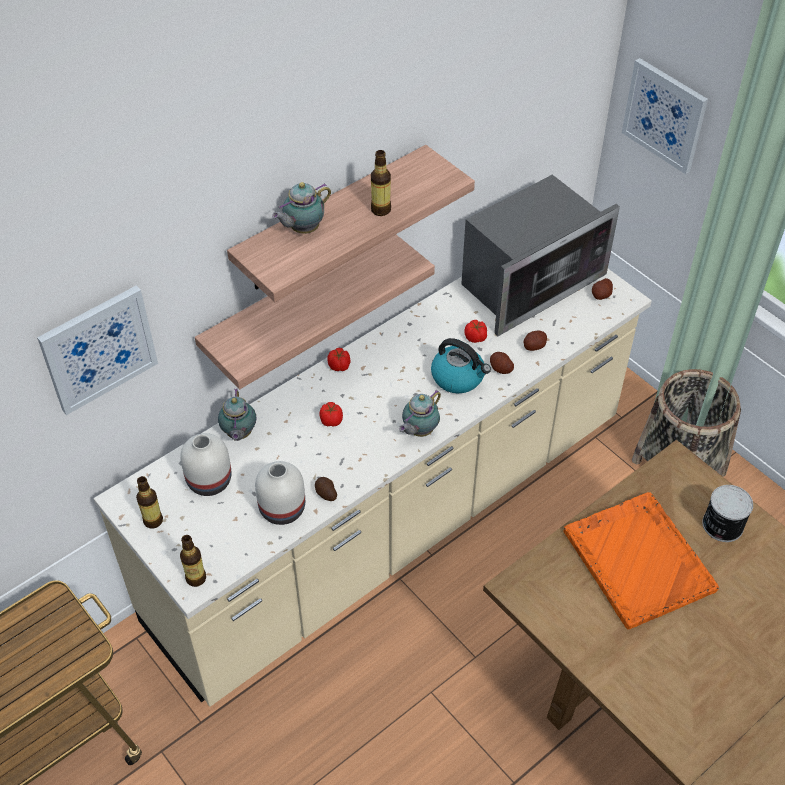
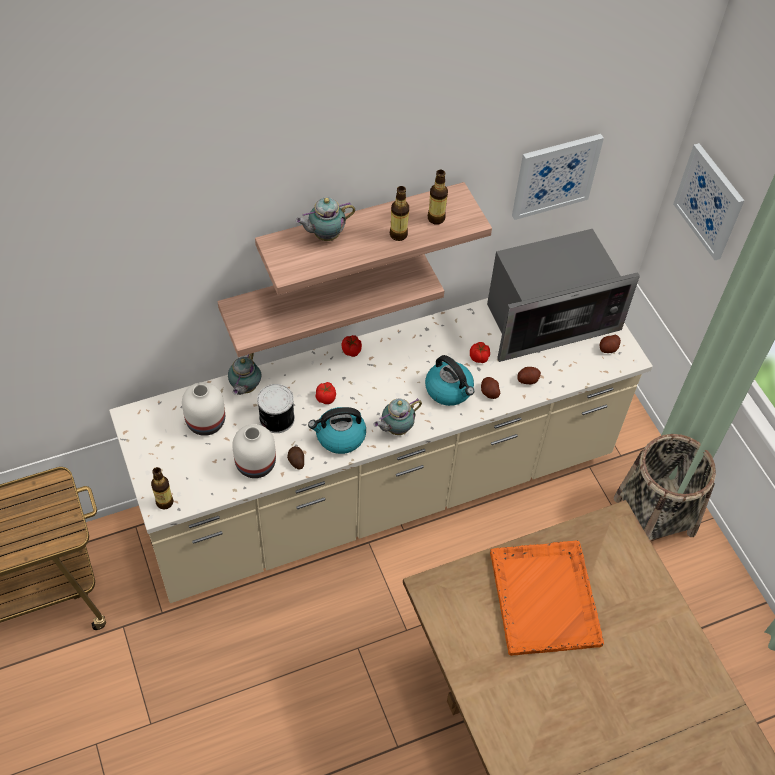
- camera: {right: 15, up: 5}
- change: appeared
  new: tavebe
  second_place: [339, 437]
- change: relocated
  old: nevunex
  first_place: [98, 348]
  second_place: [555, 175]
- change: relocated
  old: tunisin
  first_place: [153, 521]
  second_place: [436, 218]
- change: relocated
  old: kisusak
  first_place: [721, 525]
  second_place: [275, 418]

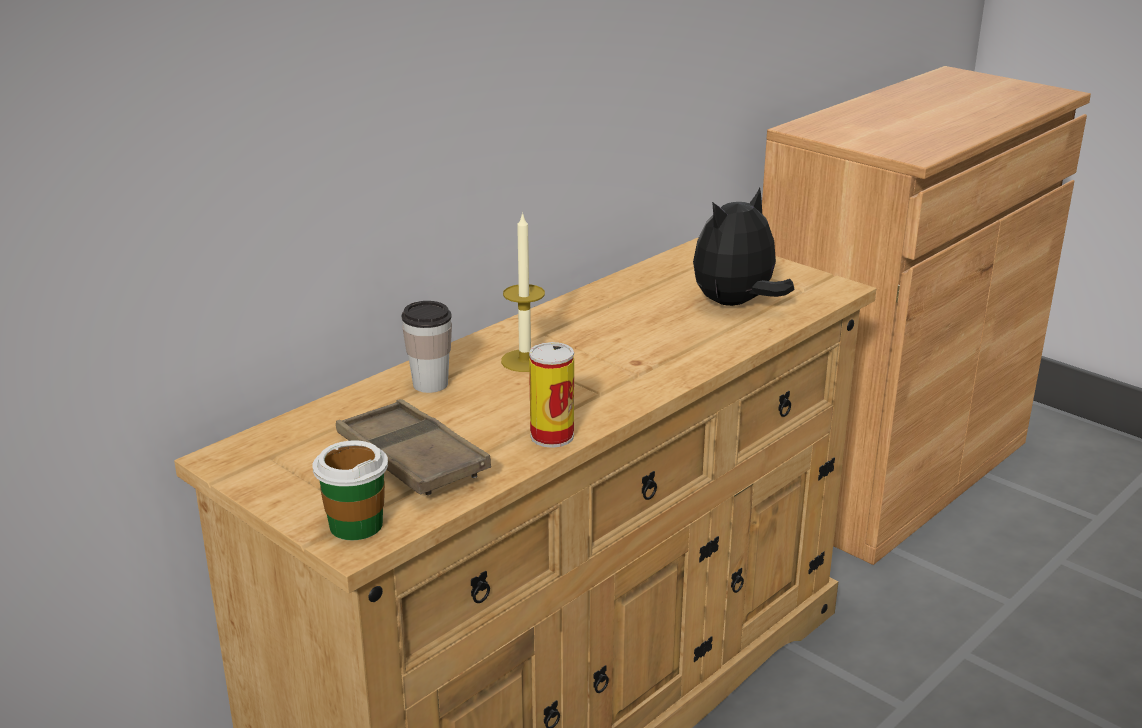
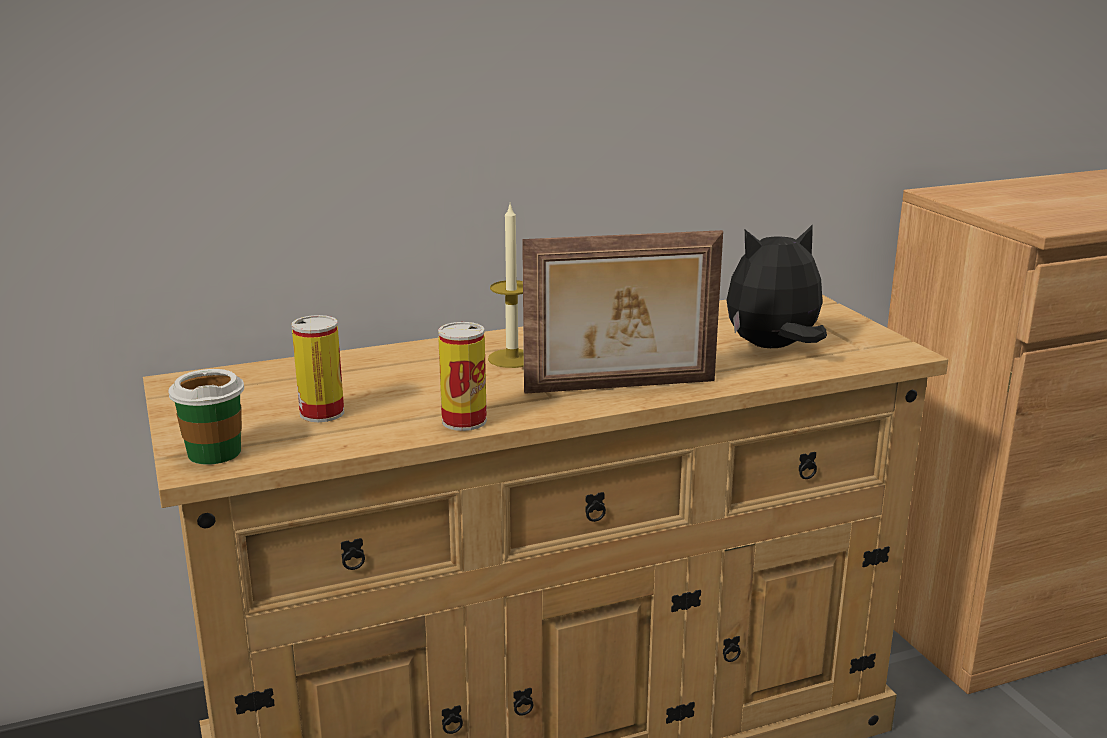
- camera: {right: 25, up: -5}
- change: missing
  old: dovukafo
  first_place: [430, 384]
- change: appeared
  new: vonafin
  second_place: [621, 387]
- change: exchanged
  old: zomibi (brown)
  new: kisusak
  first_place: [411, 458]
  second_place: [322, 413]

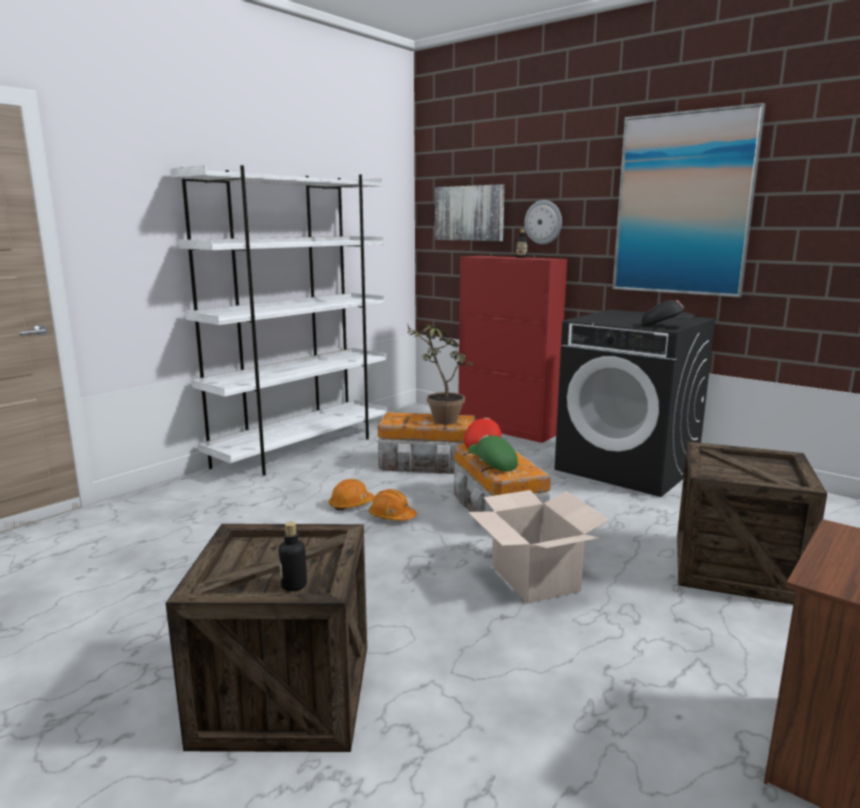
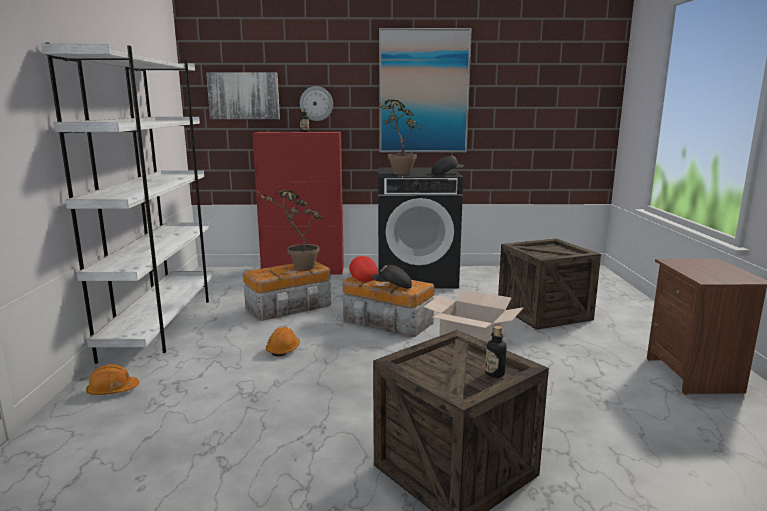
- camera: {right: -40, up: 0}
- change: appeared
  new: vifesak
  second_place: [398, 173]
- change: relocated
  old: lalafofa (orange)
  first_place: [391, 516]
  second_place: [112, 390]
- change: colour
  old: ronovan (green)
  new: ronovan (black)
  first_place: [492, 464]
  second_place: [392, 286]

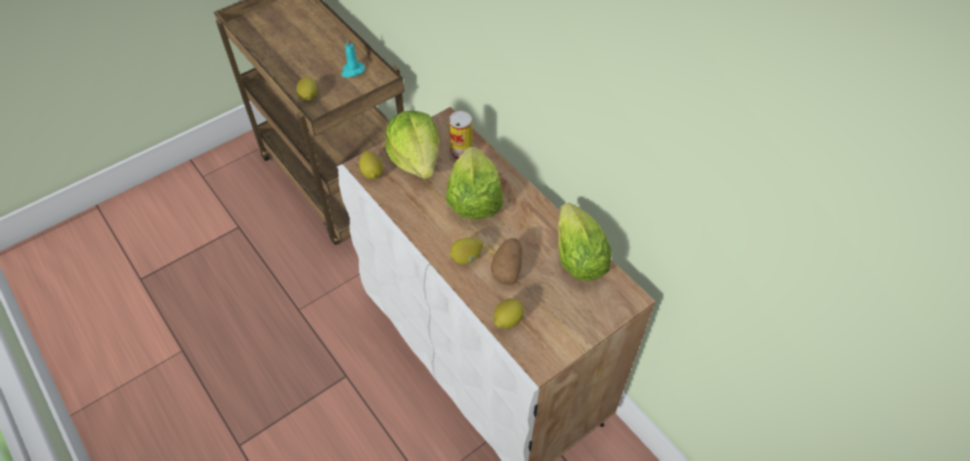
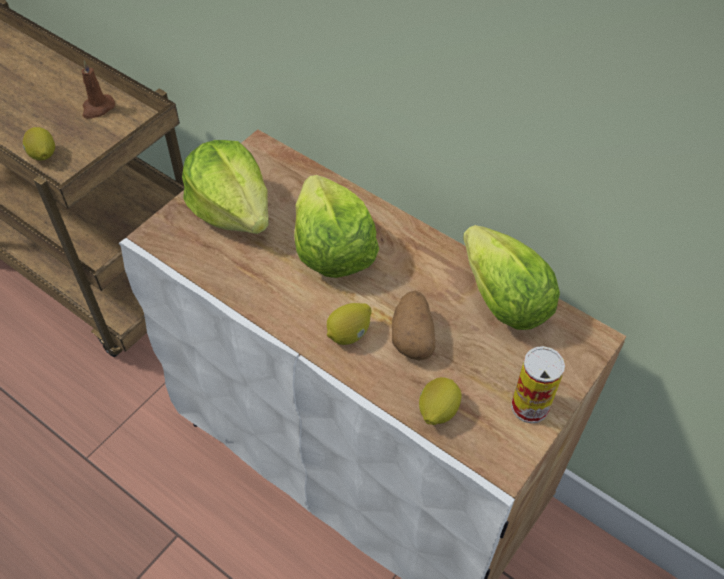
- camera: {right: -15, up: 0}
- change: missing
  old: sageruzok
  first_place: [372, 173]
- change: relocated
  old: kisusak
  first_place: [461, 152]
  second_place: [529, 406]
- change: colour
  old: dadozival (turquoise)
  new: dadozival (brown)
  first_place: [352, 71]
  second_place: [97, 108]

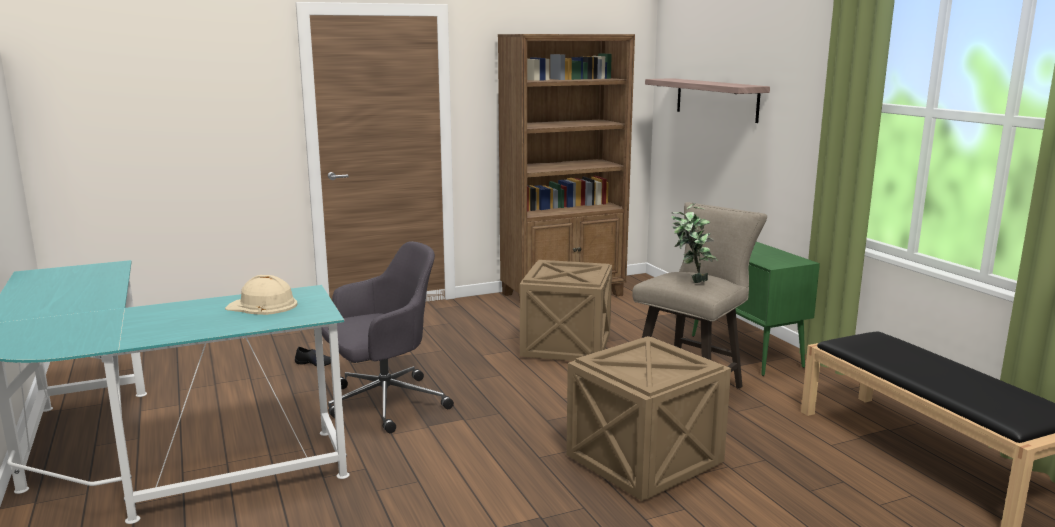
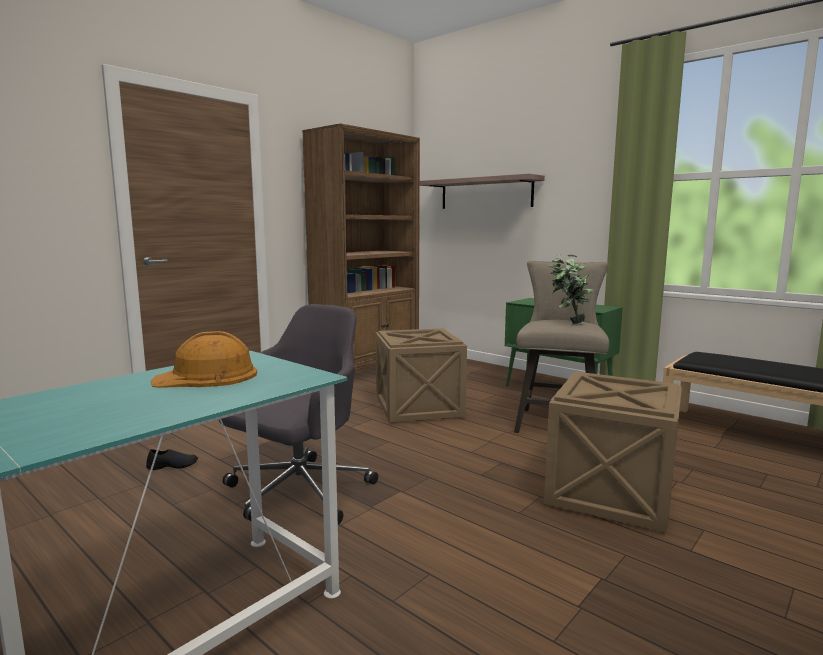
- camera: {right: -25, up: -5}
- change: colour
  old: lalafofa (beige)
  new: lalafofa (orange)
  first_place: [263, 305]
  second_place: [207, 376]

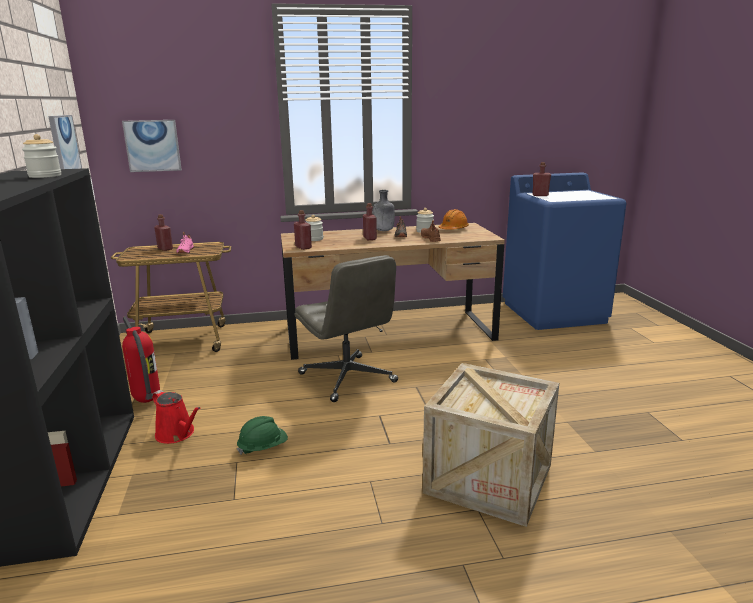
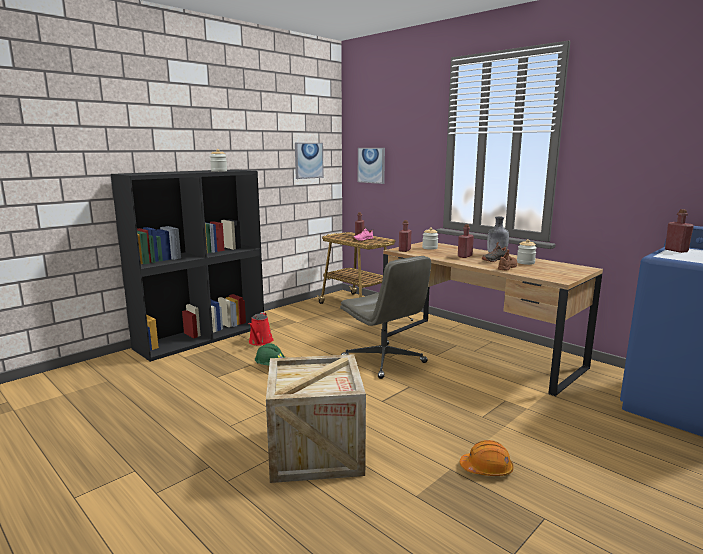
- camera: {right: 55, up: -5}
- change: missing
  old: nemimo
  first_place: [146, 401]
- change: relocated
  old: lalafofa (orange)
  first_place: [453, 229]
  second_place: [486, 468]
- change: spun
  old: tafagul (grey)
  first_place: [348, 378]
  second_place: [384, 361]
  degrees: -60

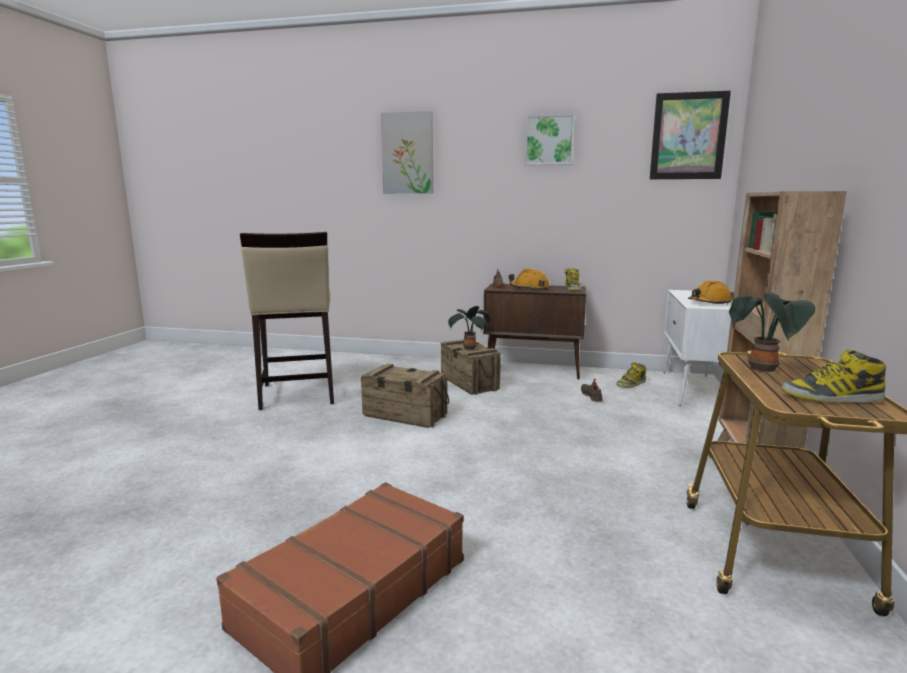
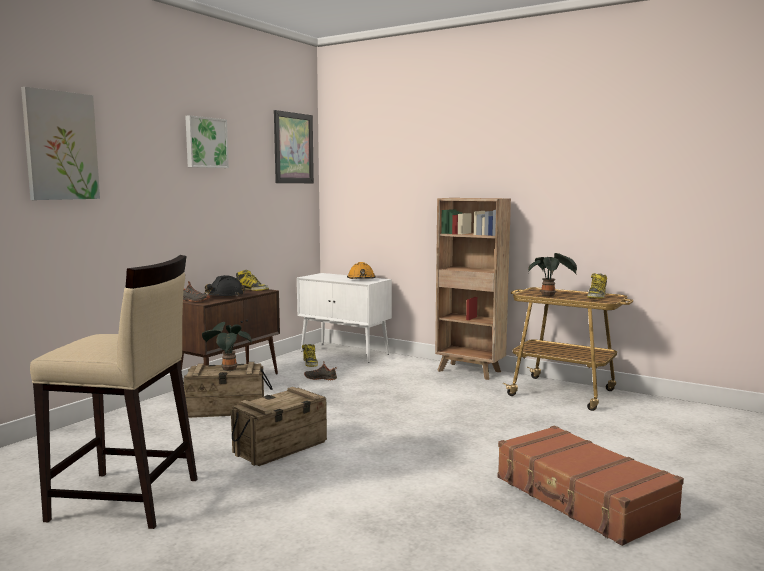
- camera: {right: -70, up: -5}
- change: colour
  old: lalafofa (orange)
  new: lalafofa (black)
  first_place: [529, 288]
  second_place: [224, 296]

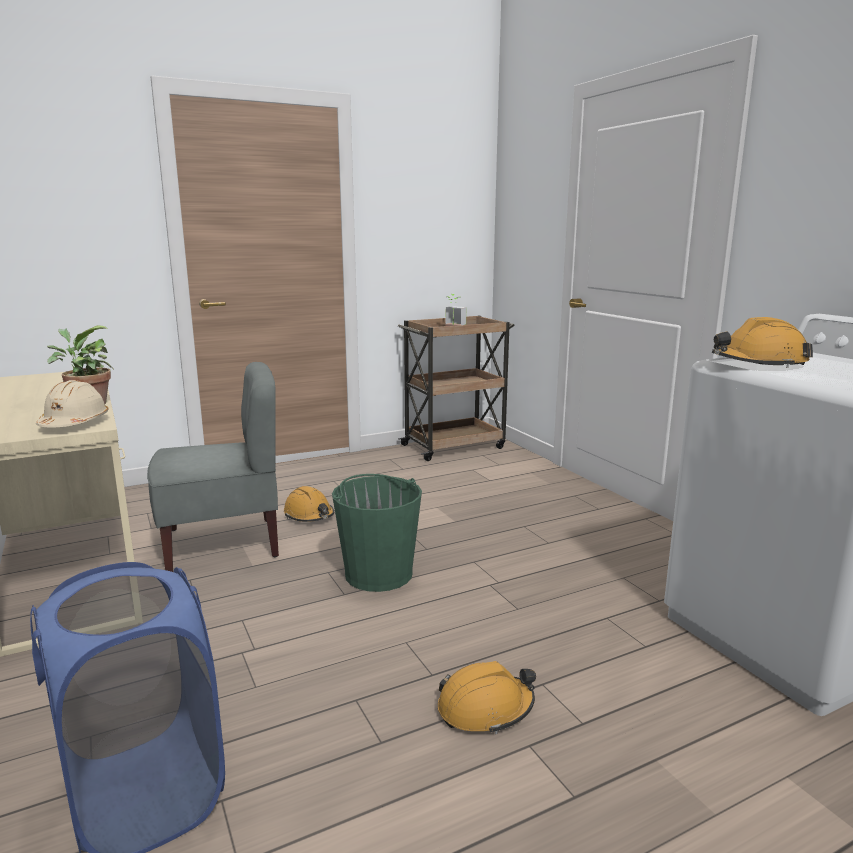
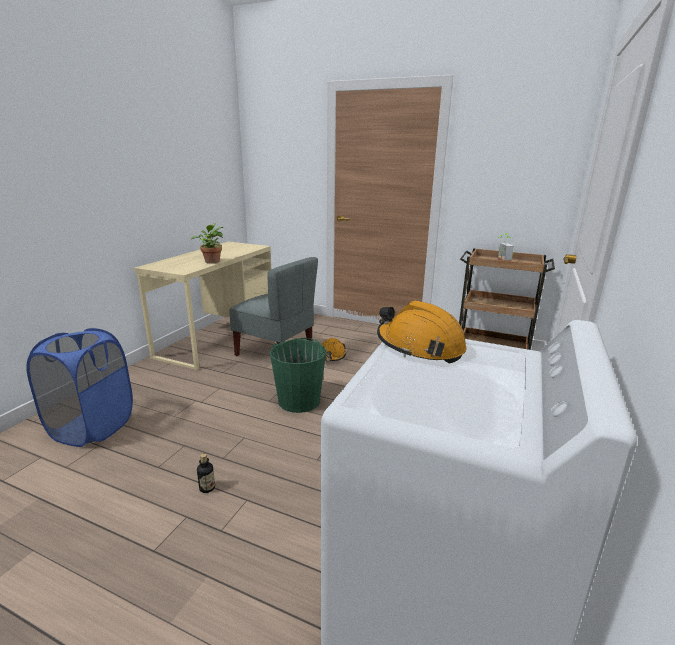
- camera: {right: 50, up: 5}
- change: missing
  old: lalafofa (beige)
  first_place: [74, 423]
- change: exchanged
  old: lalafofa (orange)
  new: tunisin
  first_place: [485, 708]
  second_place: [207, 488]

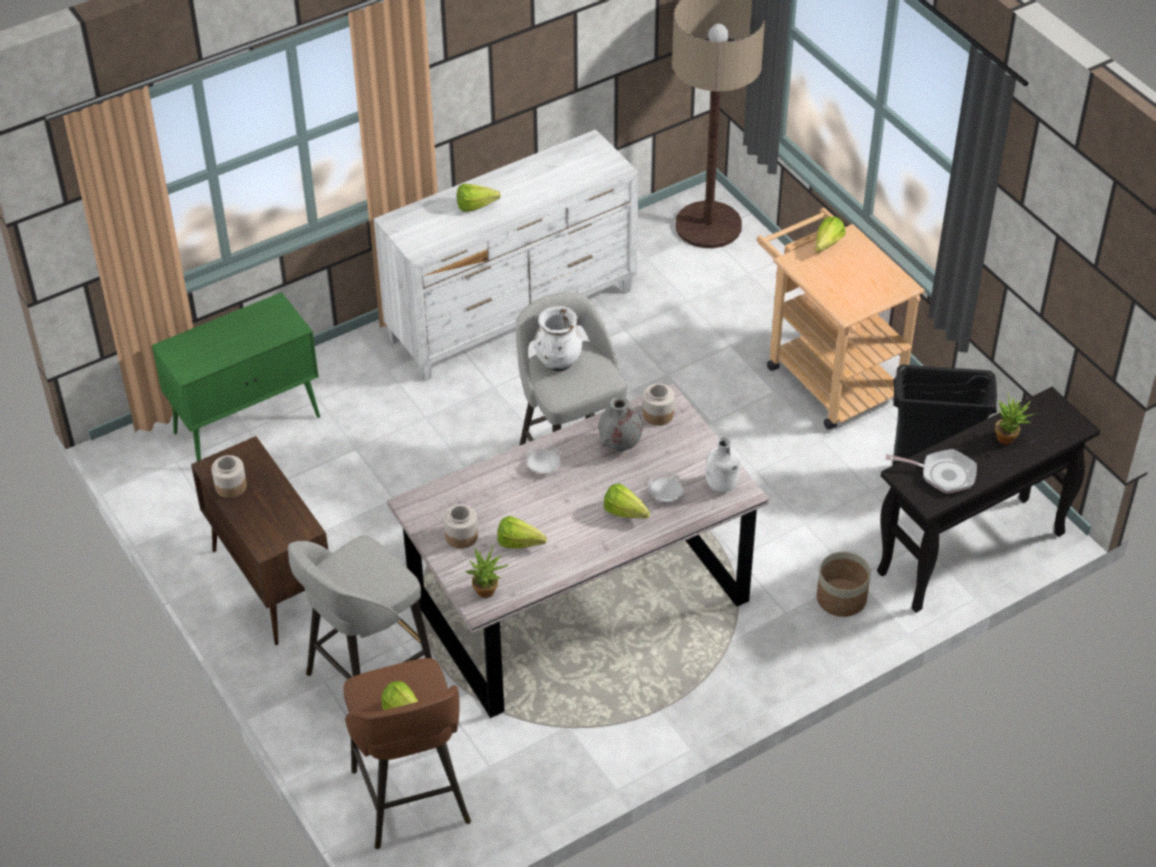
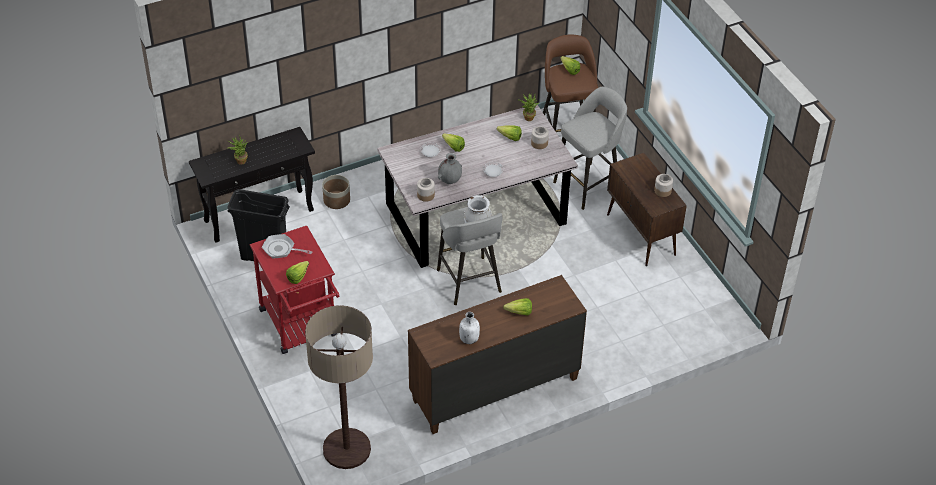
- camera: {right: -175, up: 0}
- change: missing
  old: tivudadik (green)
  first_place: [248, 424]
- change: relocated
  old: tunisin (white)
  first_place: [721, 485]
  second_place: [469, 339]
- change: relocated
  old: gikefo
  first_place: [943, 474]
  second_place: [281, 249]
- change: colour
  old: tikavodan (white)
  new: tikavodan (brown)
  first_place: [513, 316]
  second_place: [494, 389]
- change: colour
  old: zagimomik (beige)
  new: zagimomik (red)
  first_place: [827, 374]
  second_place: [301, 327]

